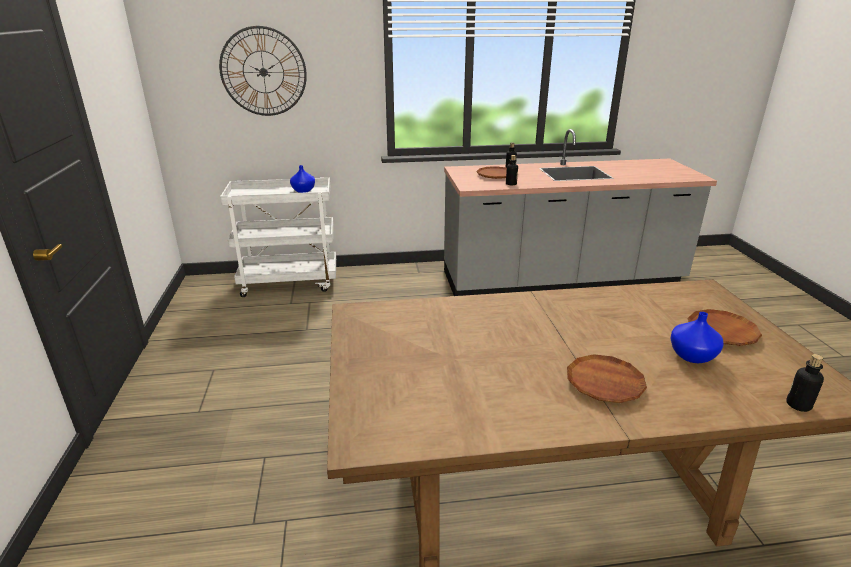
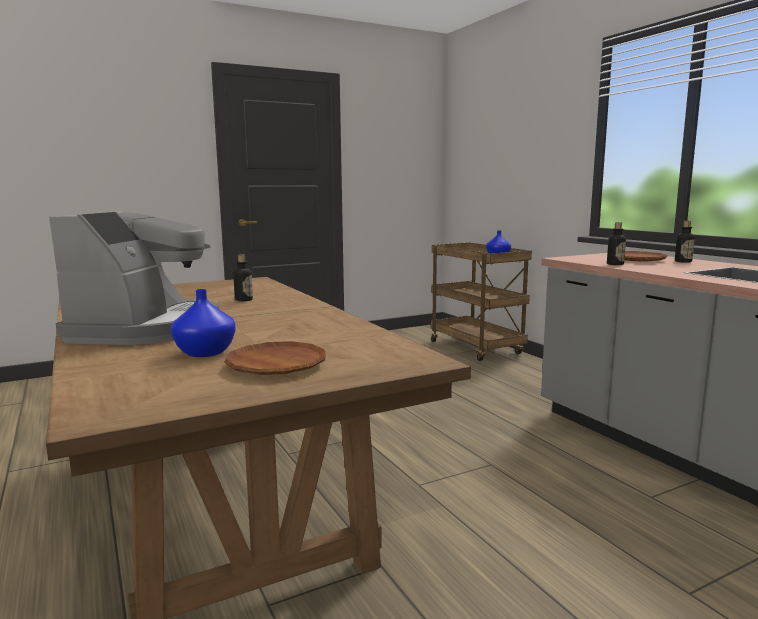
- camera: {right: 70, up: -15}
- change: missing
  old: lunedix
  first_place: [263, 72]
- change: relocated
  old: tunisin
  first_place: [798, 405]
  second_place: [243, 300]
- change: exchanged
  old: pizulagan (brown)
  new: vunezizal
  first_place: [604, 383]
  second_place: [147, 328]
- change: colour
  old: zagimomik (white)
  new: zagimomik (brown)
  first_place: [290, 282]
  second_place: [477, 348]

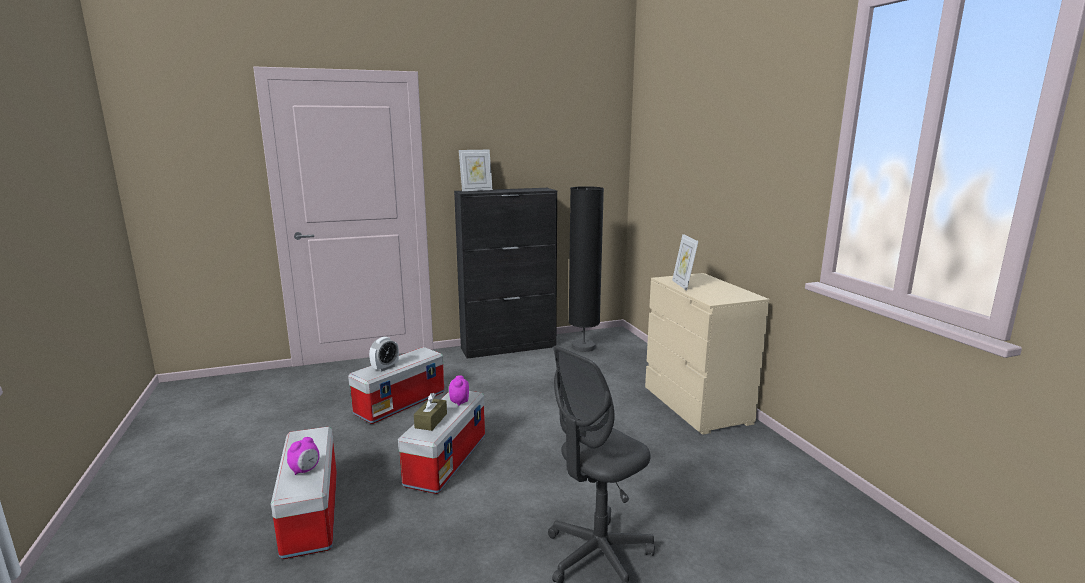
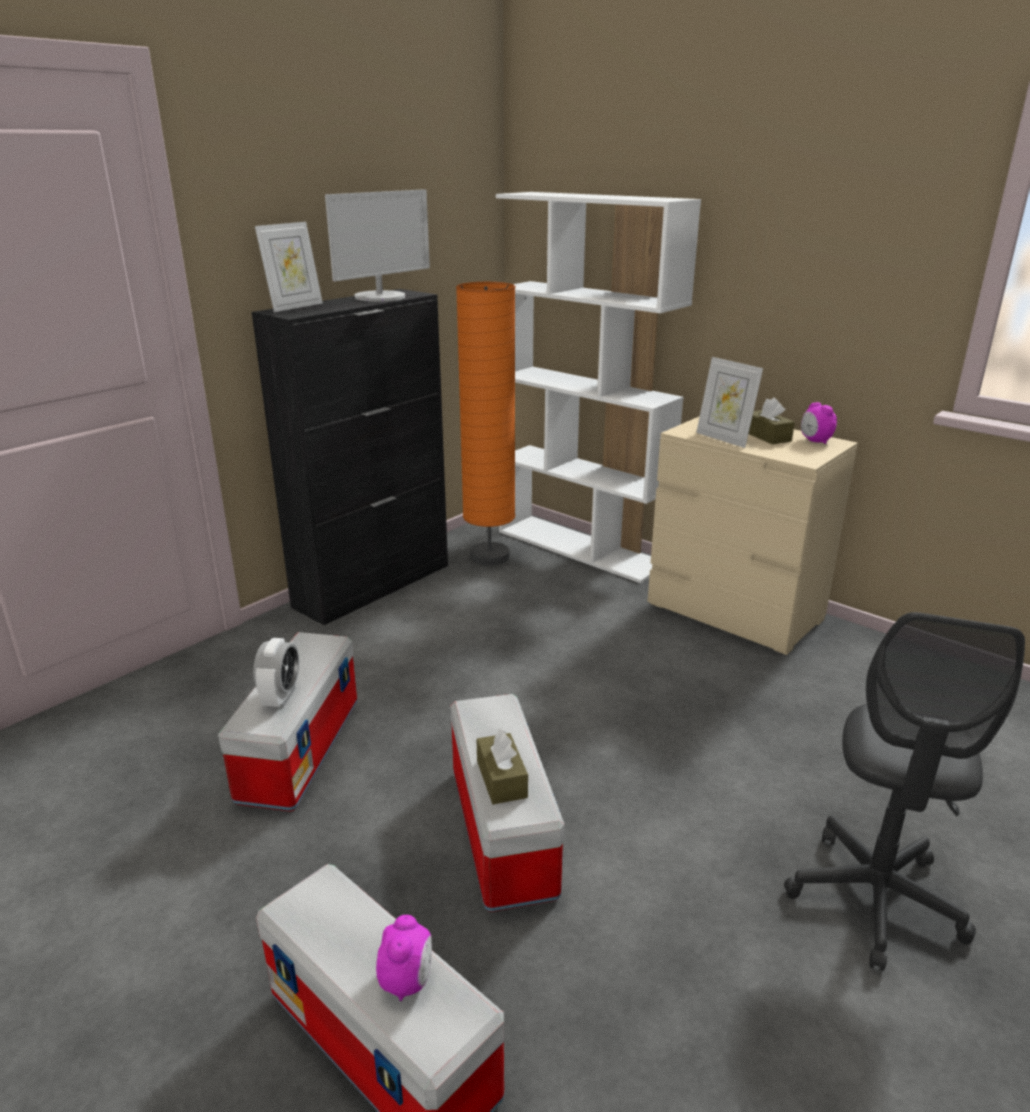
- camera: {right: -30, up: 10}
- change: appeared
  new: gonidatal
  second_place: [380, 297]
- change: appeared
  new: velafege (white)
  second_place: [581, 548]
- change: appeared
  new: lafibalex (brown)
  second_place: [766, 436]
- change: relocated
  old: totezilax
  first_place: [459, 402]
  second_place: [815, 441]
- change: colour
  old: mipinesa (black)
  new: mipinesa (orange)
  first_place: [583, 347]
  second_place: [489, 556]

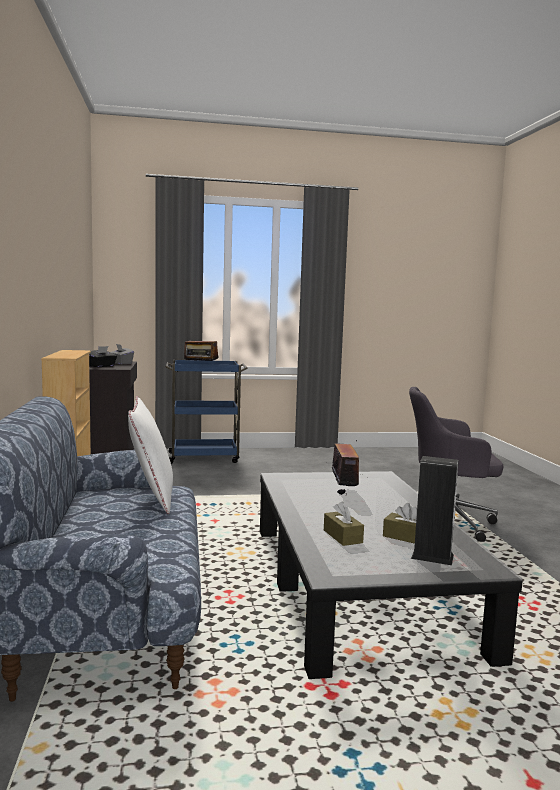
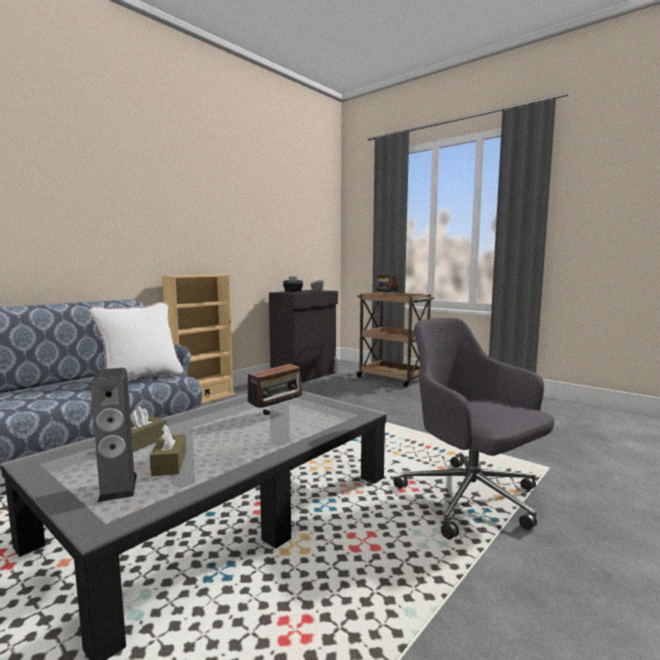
- camera: {right: 50, up: 0}
- change: colour
  old: zagimomik (blue)
  new: zagimomik (brown)
  first_place: [205, 457]
  second_place: [393, 379]

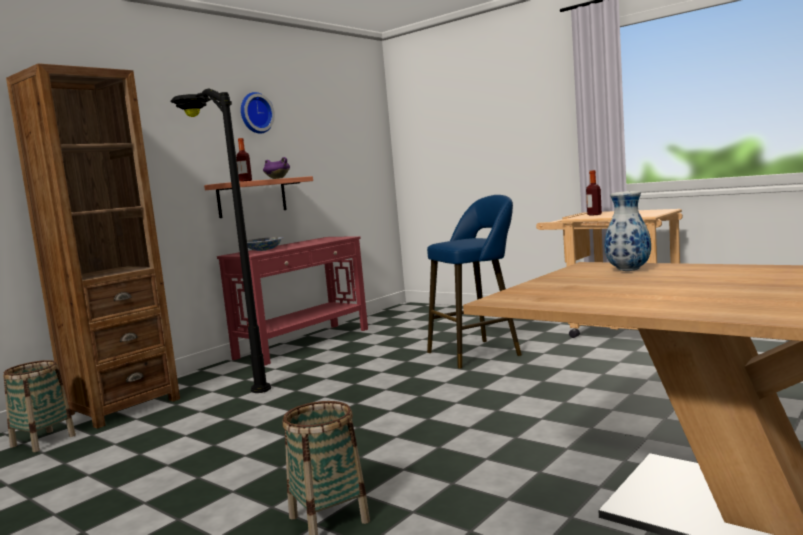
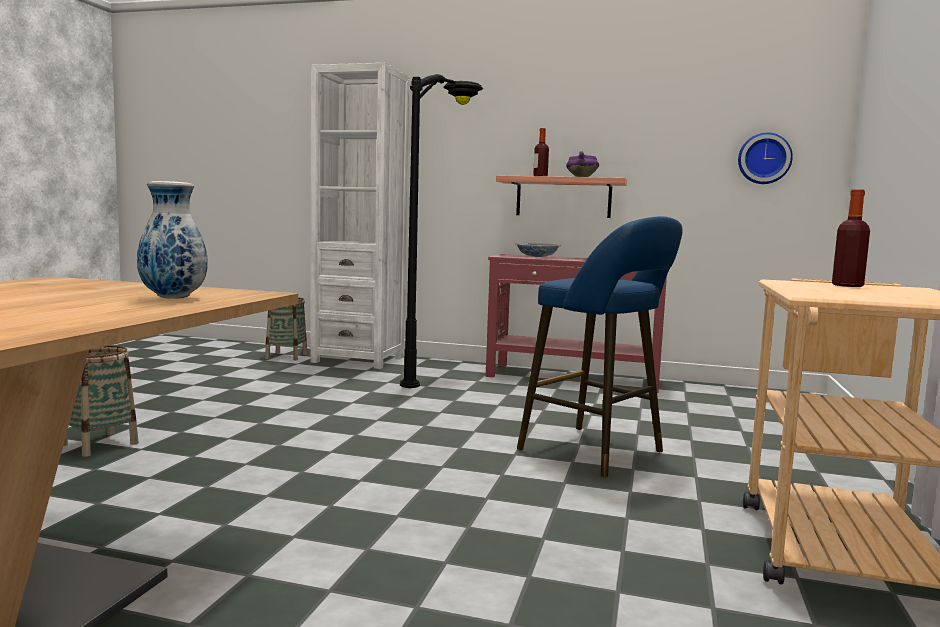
- camera: {right: 65, up: 0}
- change: relocated
  old: lunedix
  first_place: [255, 113]
  second_place: [764, 158]
- change: colour
  old: velafege (brown)
  new: velafege (white)
  first_place: [122, 407]
  second_place: [358, 359]

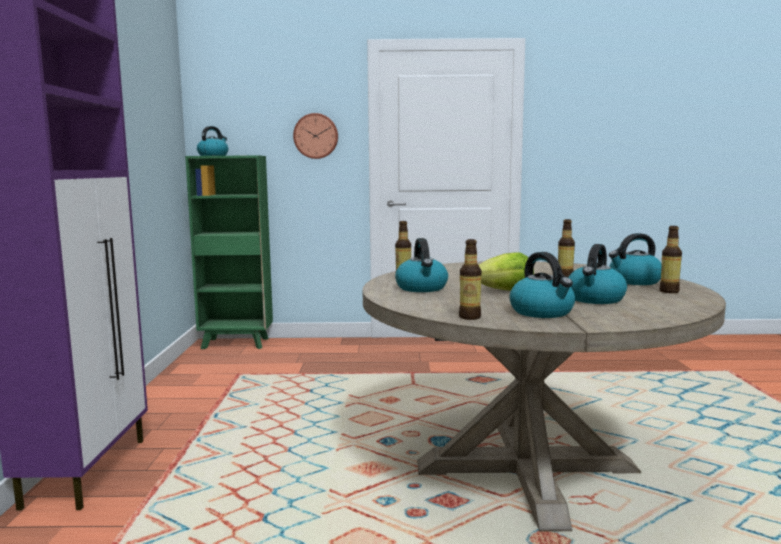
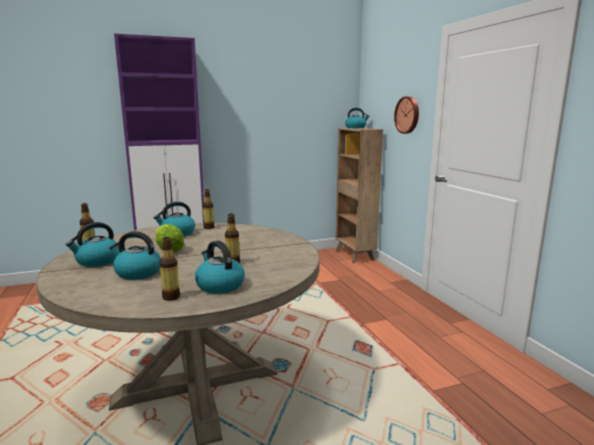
- camera: {right: 70, up: 5}
- change: colour
  old: velafege (green)
  new: velafege (brown)
  first_place: [237, 344]
  second_place: [354, 255]

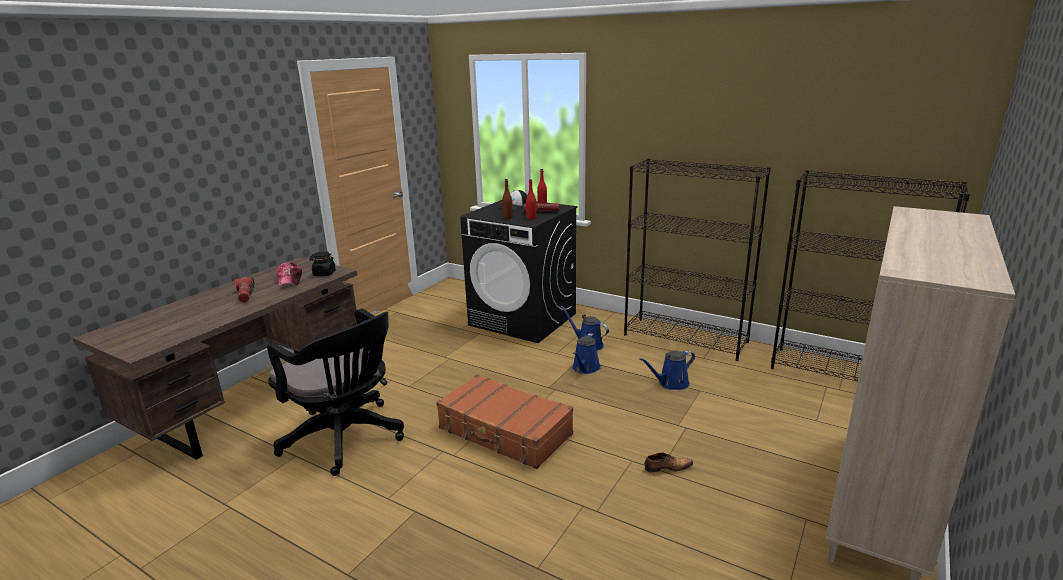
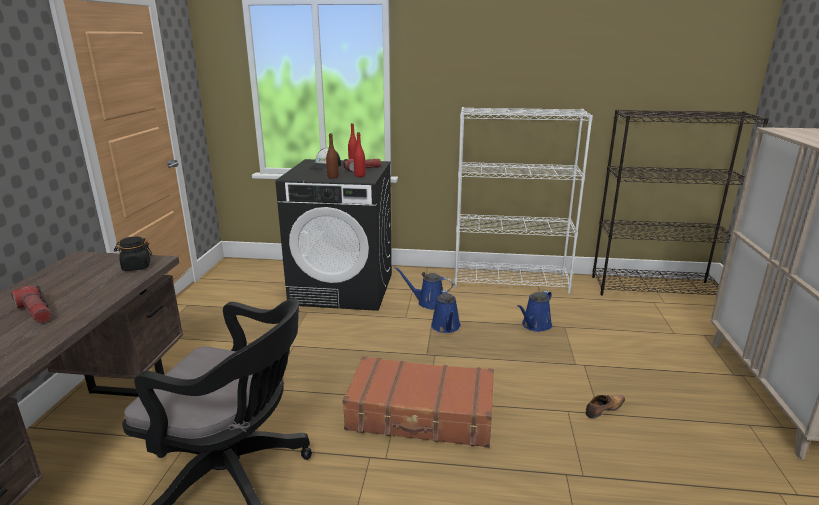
- camera: {right: -25, up: 0}
- change: missing
  old: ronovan
  first_place: [290, 280]
- change: colour
  old: velafege (black)
  new: velafege (white)
  first_place: [686, 338]
  second_place: [511, 281]

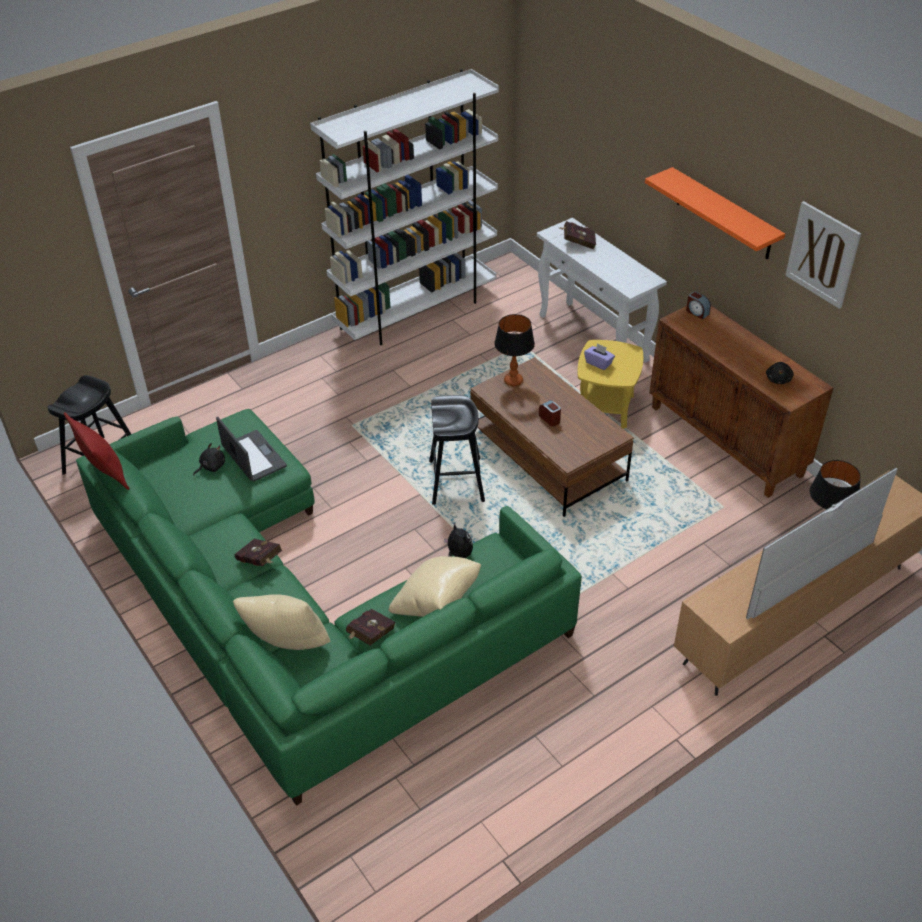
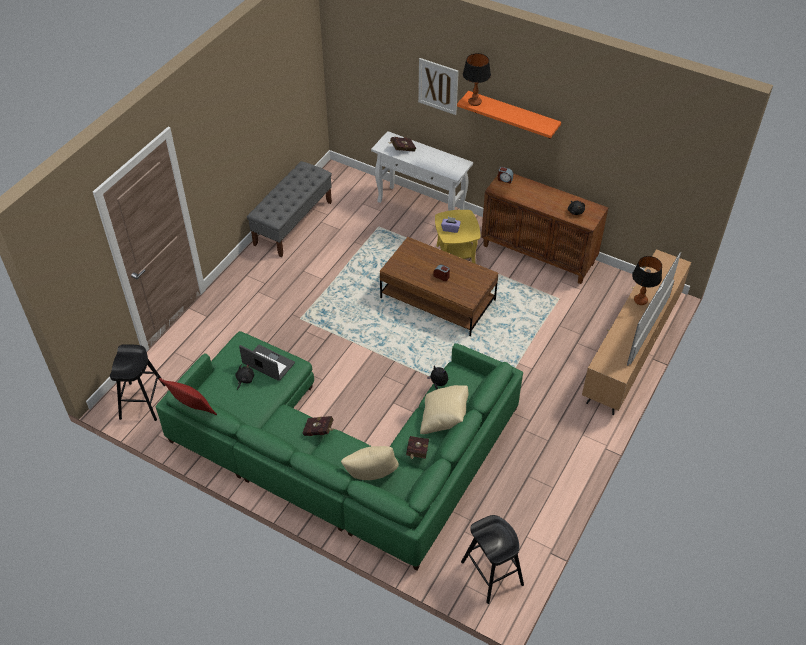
- camera: {right: -25, up: 5}
- change: relocated
  old: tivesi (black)
  first_place: [456, 481]
  second_place: [492, 573]
- change: relocated
  old: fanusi
  first_place: [513, 381]
  second_place: [474, 102]
- change: relocated
  old: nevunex
  first_place: [822, 254]
  second_place: [438, 86]
- change: exchanged
  old: velafege (white)
  new: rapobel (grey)
  first_place: [416, 312]
  second_place: [293, 223]

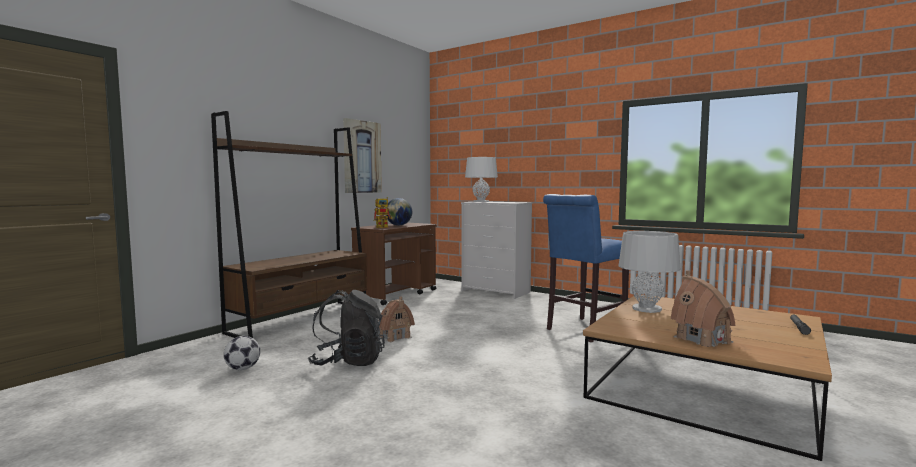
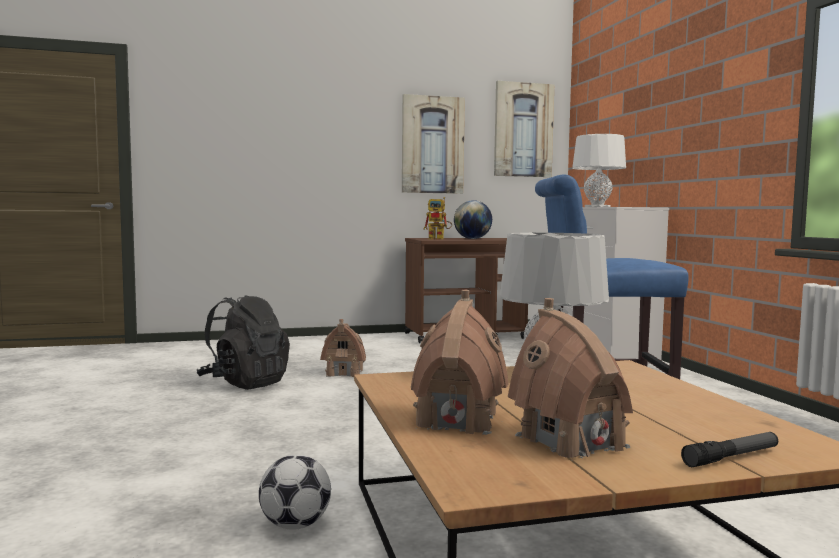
- camera: {right: 40, up: 0}
- change: missing
  old: velafege (brown)
  first_place: [302, 319]
- change: appeared
  new: nevunex
  second_place: [523, 130]
- change: appeared
  new: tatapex
  second_place: [571, 441]
- change: relocated
  old: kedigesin
  first_place: [242, 368]
  second_place: [295, 525]

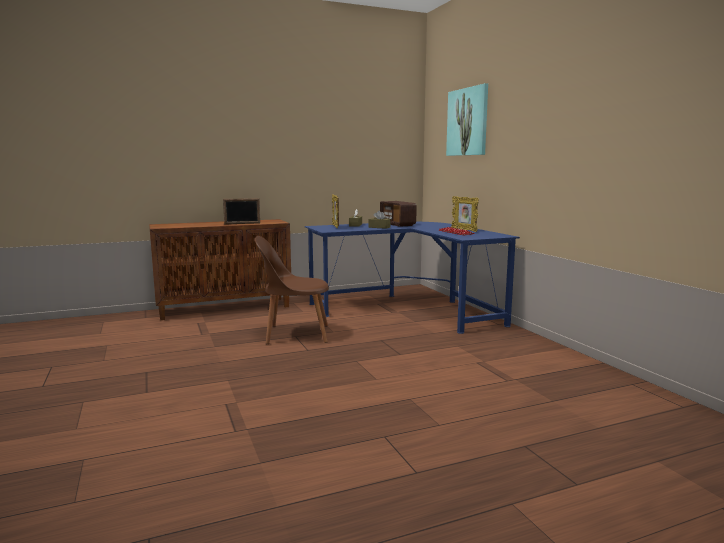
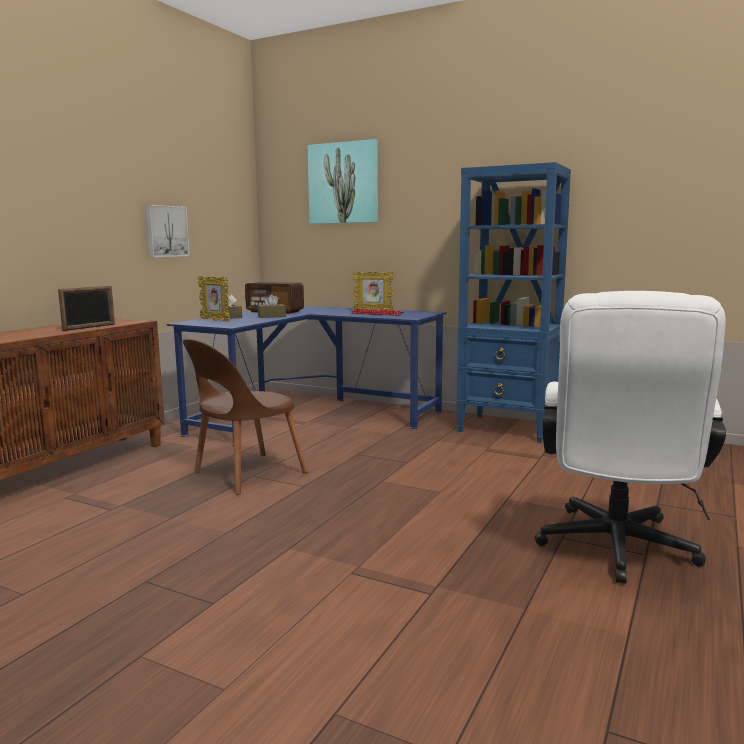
- camera: {right: -40, up: 0}
- change: appeared
  new: nevunex
  second_place: [165, 231]
- change: appeared
  new: velafege (blue)
  second_place: [508, 429]
- change: appeared
  new: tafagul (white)
  second_place: [615, 551]

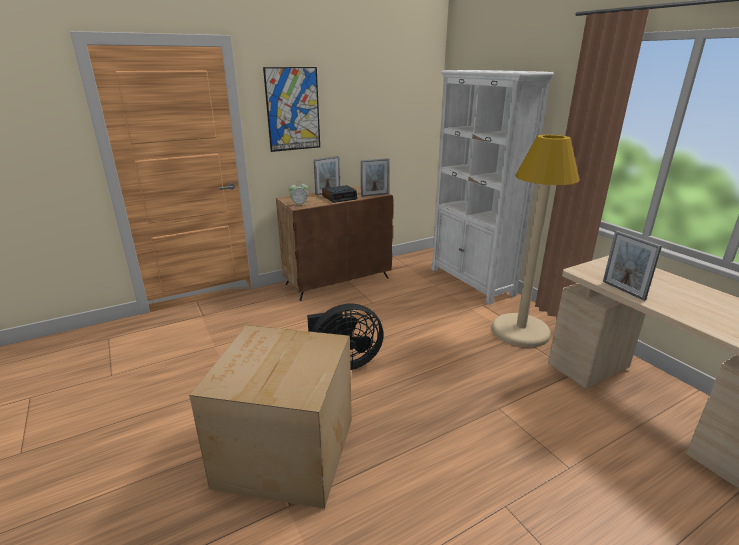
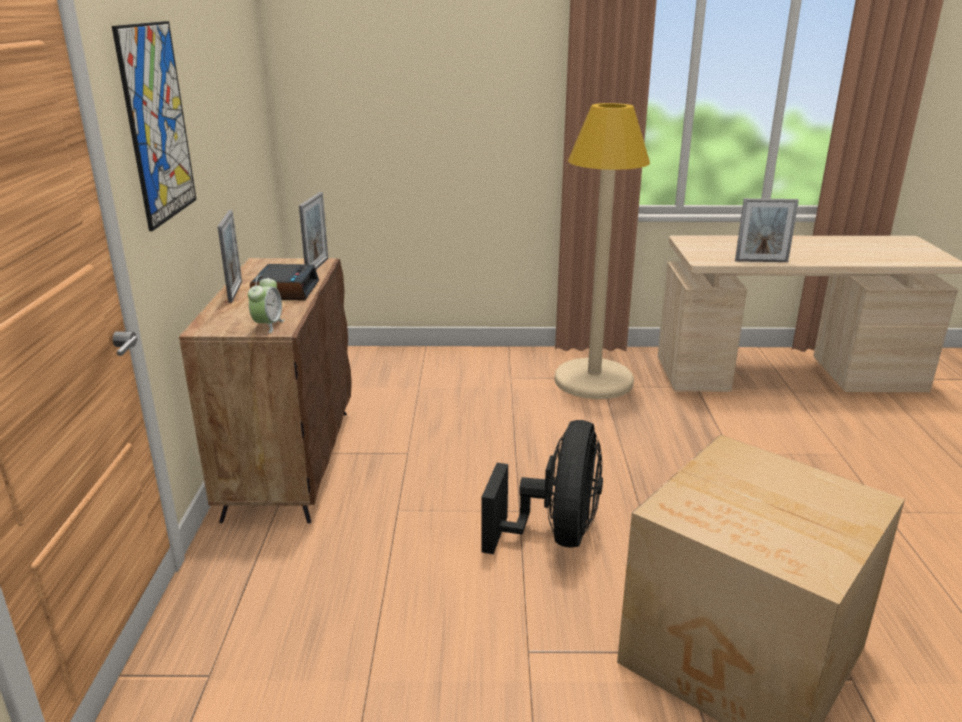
- camera: {right: -60, up: 0}
- change: missing
  old: velafege (white)
  first_place: [471, 282]

